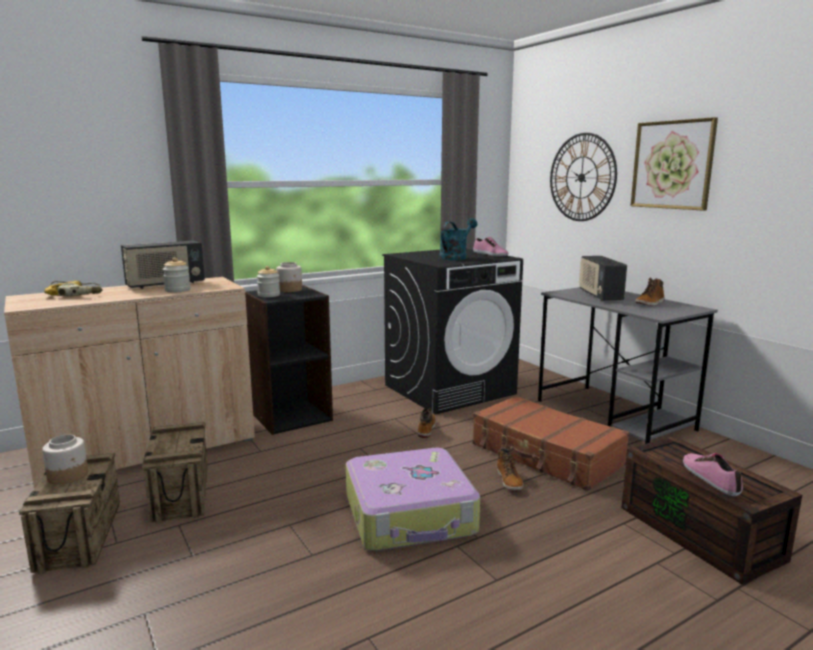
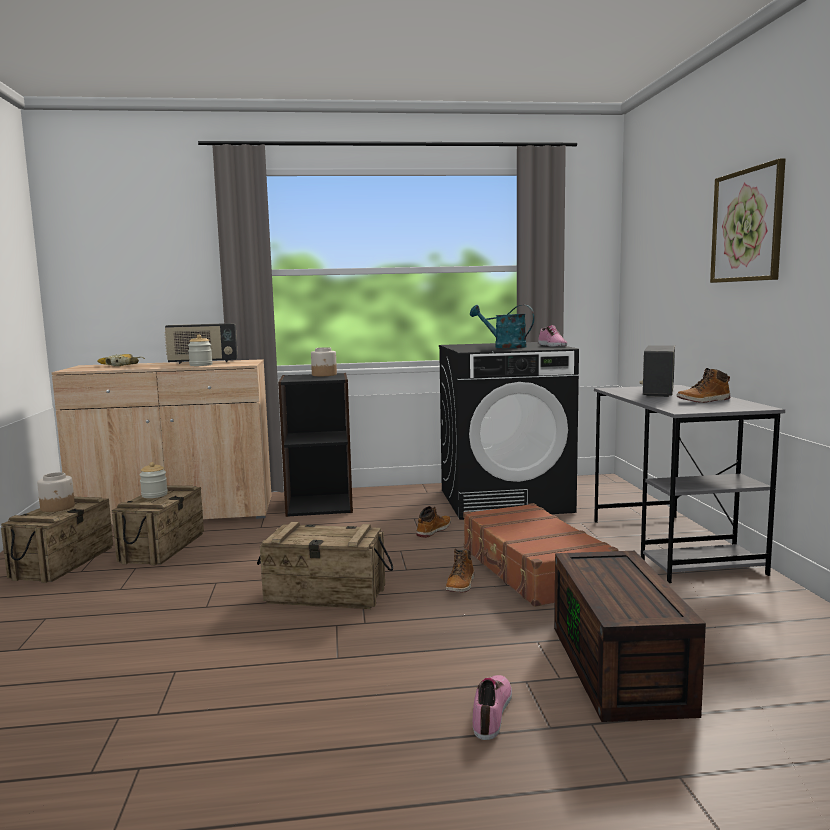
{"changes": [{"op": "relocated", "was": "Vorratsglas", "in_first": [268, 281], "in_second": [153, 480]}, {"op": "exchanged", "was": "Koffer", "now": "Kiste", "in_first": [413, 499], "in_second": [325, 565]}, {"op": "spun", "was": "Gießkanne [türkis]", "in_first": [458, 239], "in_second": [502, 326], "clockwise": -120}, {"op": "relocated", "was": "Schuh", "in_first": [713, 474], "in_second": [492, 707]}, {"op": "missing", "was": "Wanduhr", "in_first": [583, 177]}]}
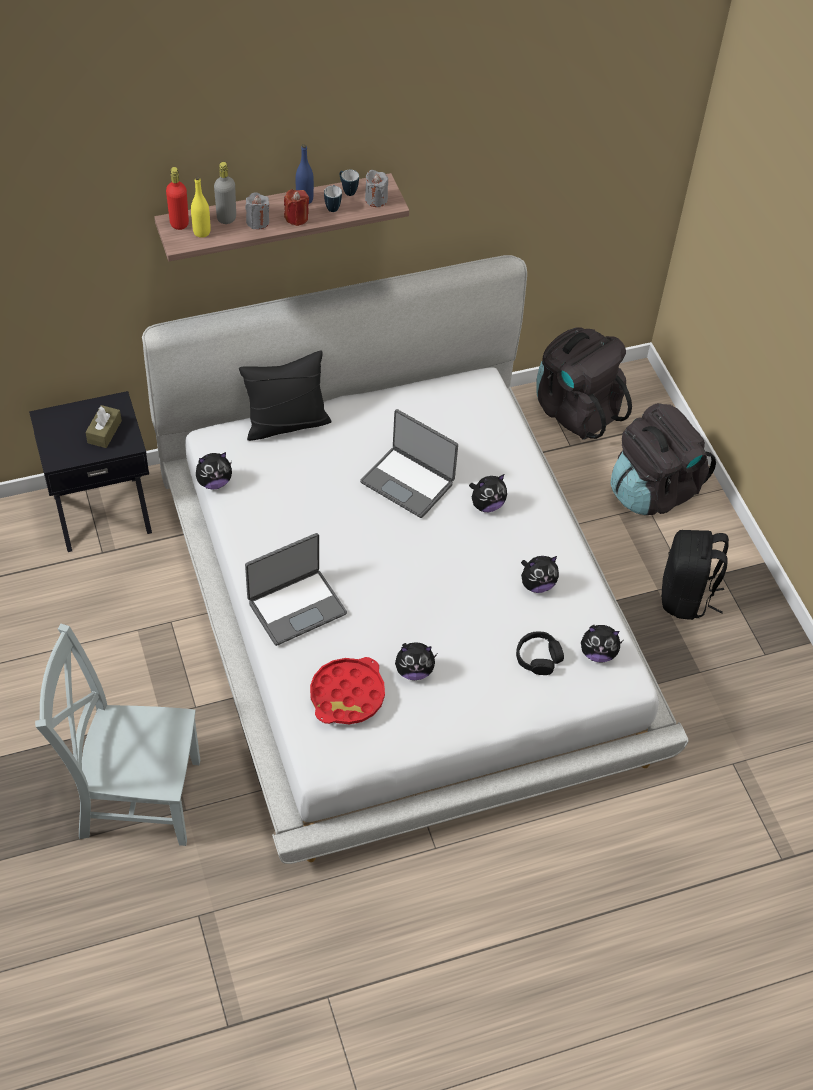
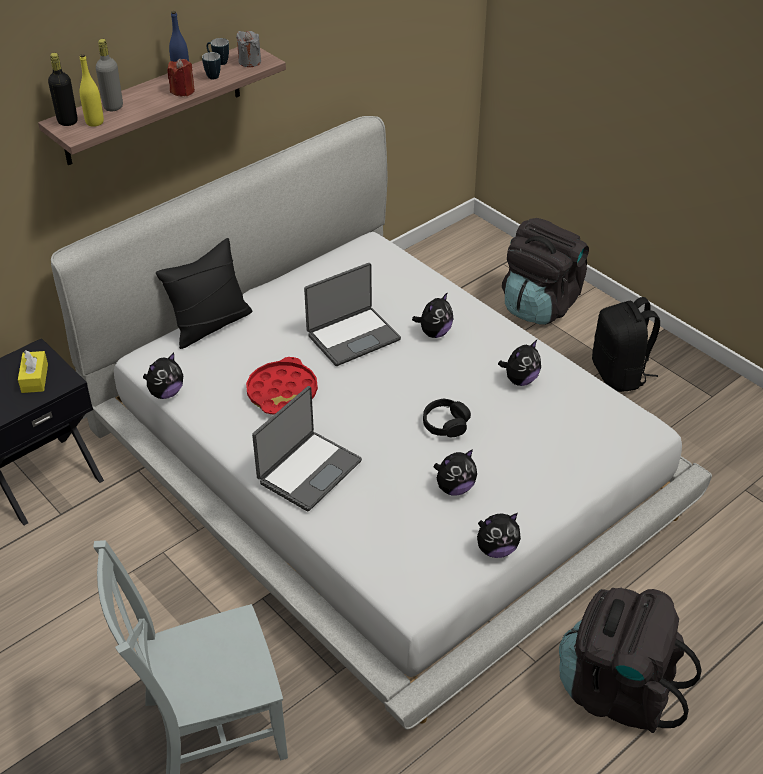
{"changes": [{"op": "colour", "was": "Taschentuchbox [braun]", "now": "Taschentuchbox [gelb]", "in_first": [104, 426], "in_second": [33, 371]}, {"op": "colour", "was": "Flasche [rot]", "now": "Flasche [schwarz]", "in_first": [177, 198], "in_second": [62, 89]}, {"op": "relocated", "was": "Tablett [rot]", "in_first": [347, 690], "in_second": [282, 385]}, {"op": "spun", "was": "Laptop", "in_first": [409, 463], "in_second": [352, 314], "clockwise": -45}, {"op": "relocated", "was": "Kopfhörer [schwarz]", "in_first": [540, 653], "in_second": [447, 418]}, {"op": "relocated", "was": "Plüschtier", "in_first": [602, 643], "in_second": [499, 535]}, {"op": "relocated", "was": "Rucksack [schwarz]", "in_first": [584, 383], "in_second": [630, 660]}, {"op": "missing", "was": "Kerze [grau]", "in_first": [257, 211]}]}
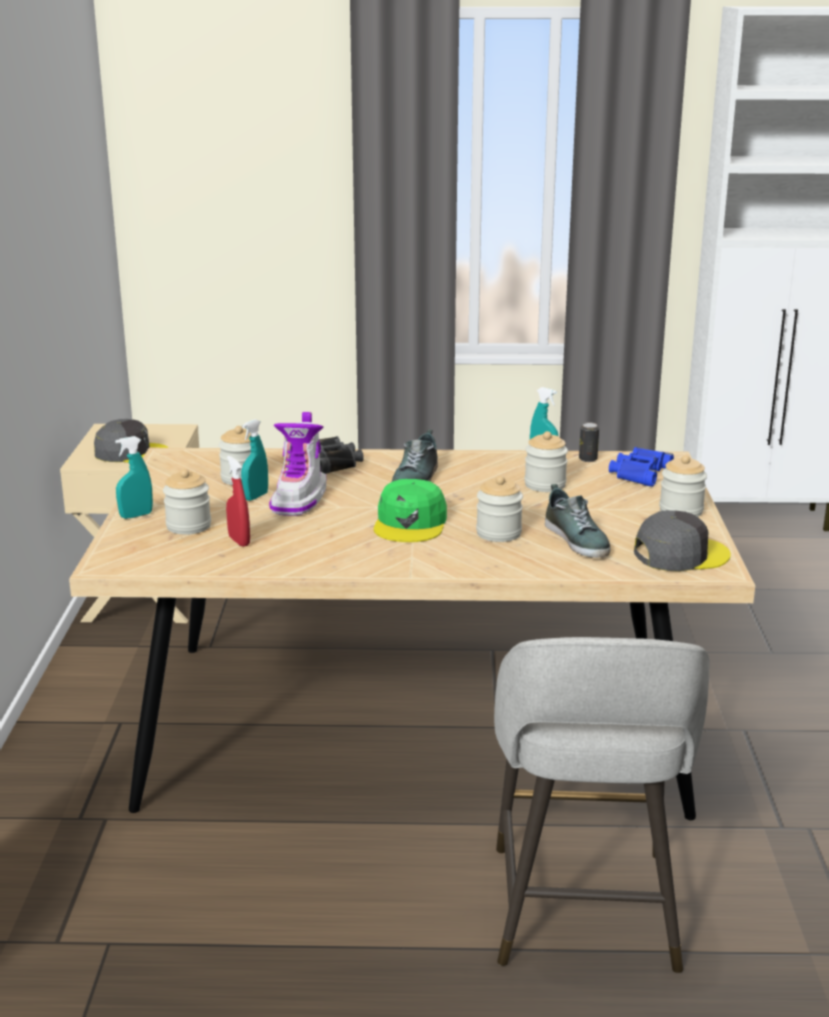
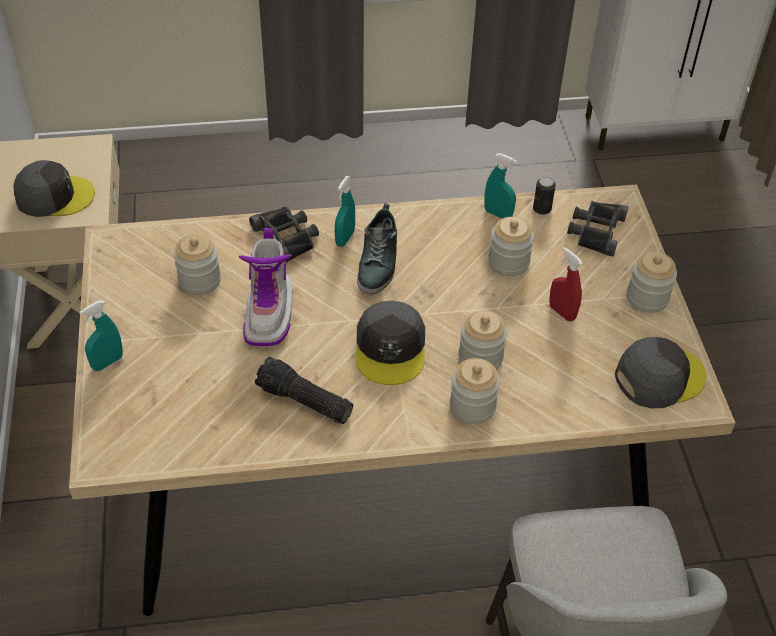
{"changes": [{"op": "appeared", "now": "Taschenlampe", "in_second": [304, 390]}, {"op": "relocated", "was": "Sprühflasche [türkis]", "in_first": [254, 460], "in_second": [345, 211]}, {"op": "colour", "was": "Kappe [grün]", "now": "Kappe [grau]", "in_first": [410, 510], "in_second": [390, 343]}, {"op": "relocated", "was": "Vorratsglas", "in_first": [187, 502], "in_second": [475, 391]}, {"op": "relocated", "was": "Sprühflasche [rot]", "in_first": [238, 501], "in_second": [566, 284]}, {"op": "colour", "was": "Fernglas [blau]", "now": "Fernglas [schwarz]", "in_first": [641, 467], "in_second": [597, 229]}, {"op": "missing", "was": "Schuh", "in_first": [578, 521]}]}
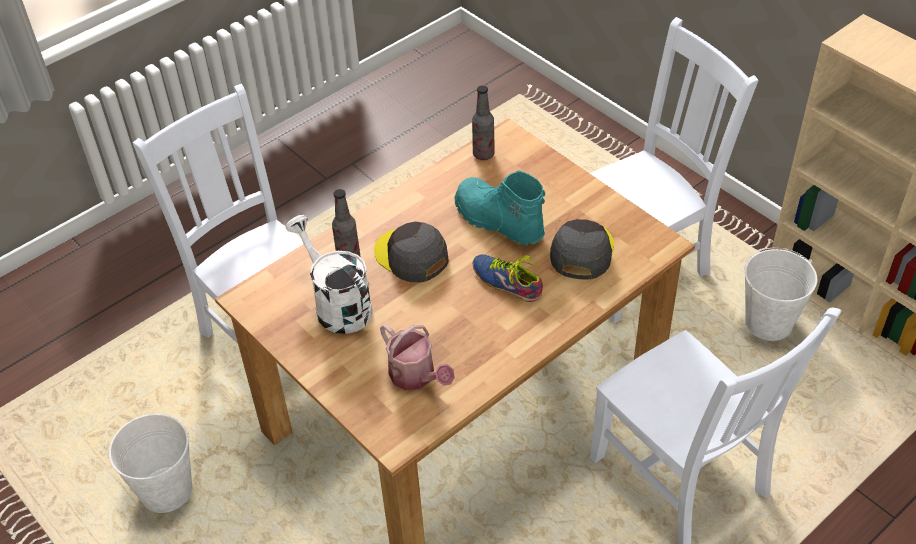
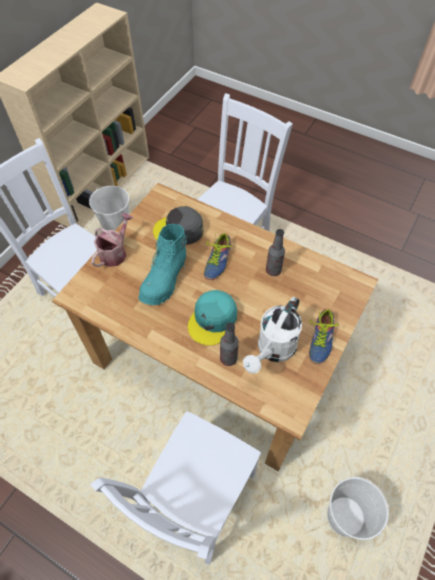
{"changes": [{"op": "relocated", "was": "Gießkanne", "in_first": [417, 357], "in_second": [112, 240]}, {"op": "colour", "was": "Kappe [grau]", "now": "Kappe [türkis]", "in_first": [411, 252], "in_second": [212, 318]}, {"op": "relocated", "was": "Flasche", "in_first": [483, 122], "in_second": [275, 252]}, {"op": "appeared", "now": "Schuh", "in_second": [324, 336]}]}
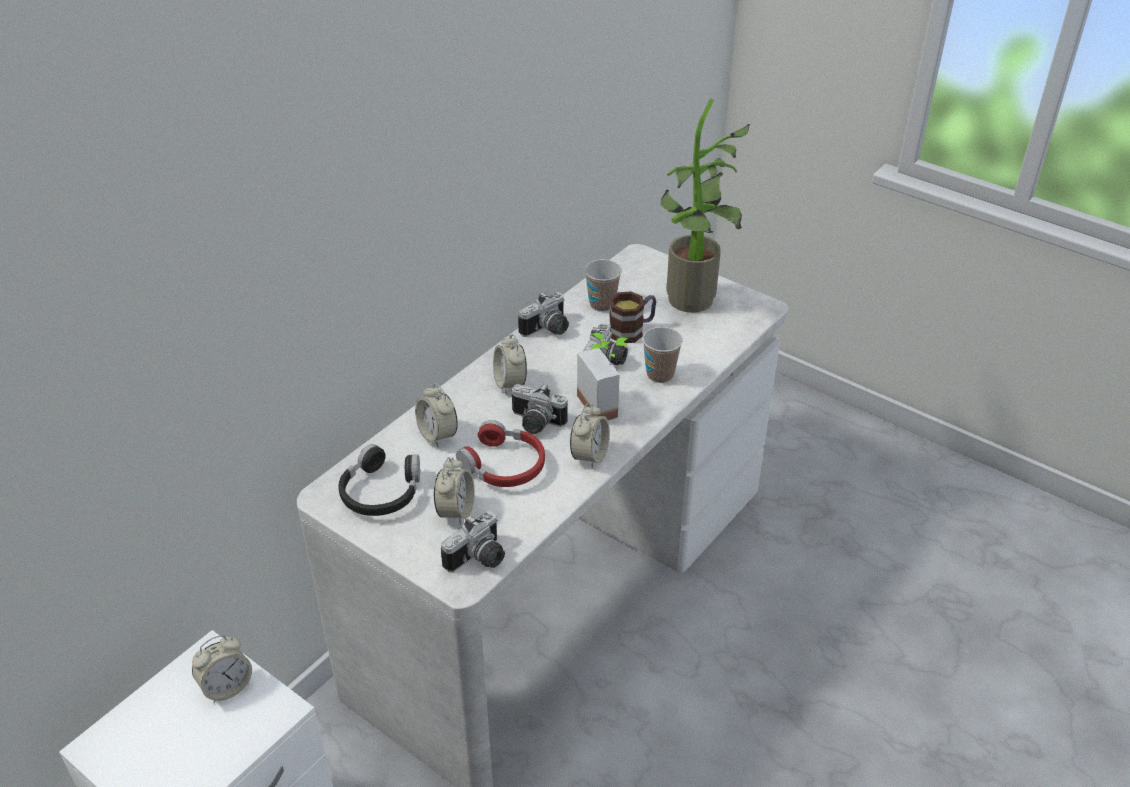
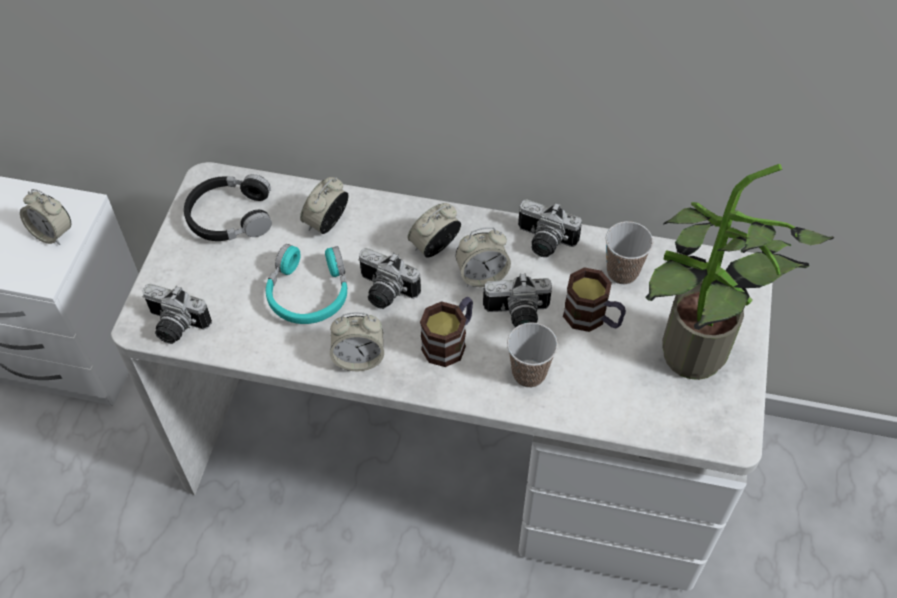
{"changes": [{"op": "colour", "was": "Kopfhörer [rot]", "now": "Kopfhörer [türkis]", "in_first": [500, 453], "in_second": [307, 284]}, {"op": "spun", "was": "Kamera", "in_first": [539, 409], "in_second": [389, 278], "clockwise": -60}, {"op": "exchanged", "was": "Topfpflanze", "now": "Henkelbecher", "in_first": [602, 376], "in_second": [446, 332]}, {"op": "relocated", "was": "Wecker", "in_first": [454, 491], "in_second": [483, 257]}]}
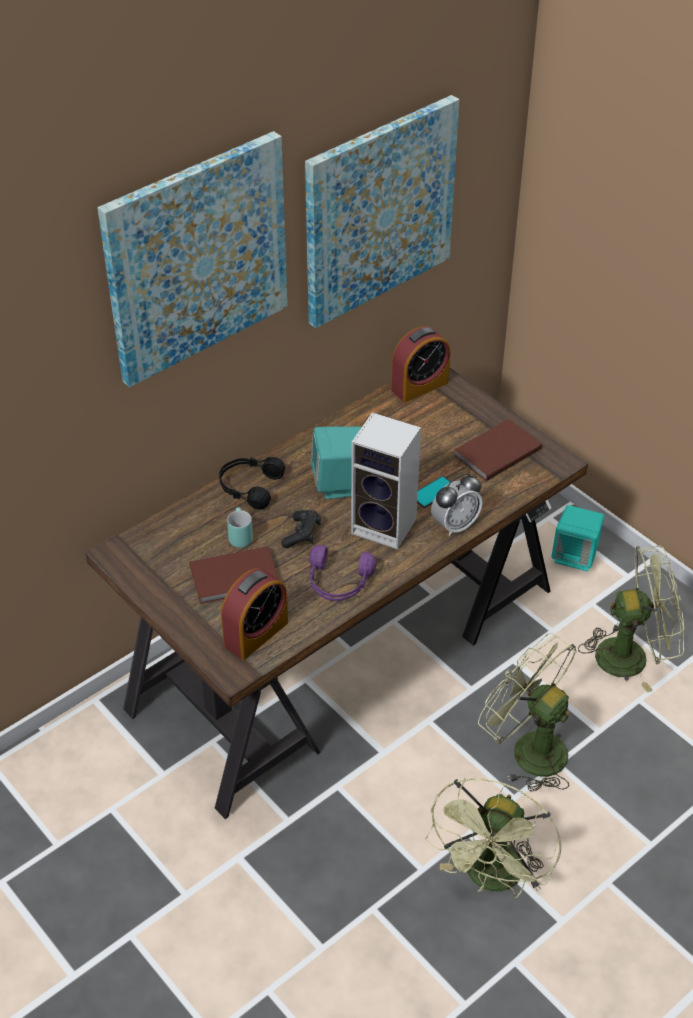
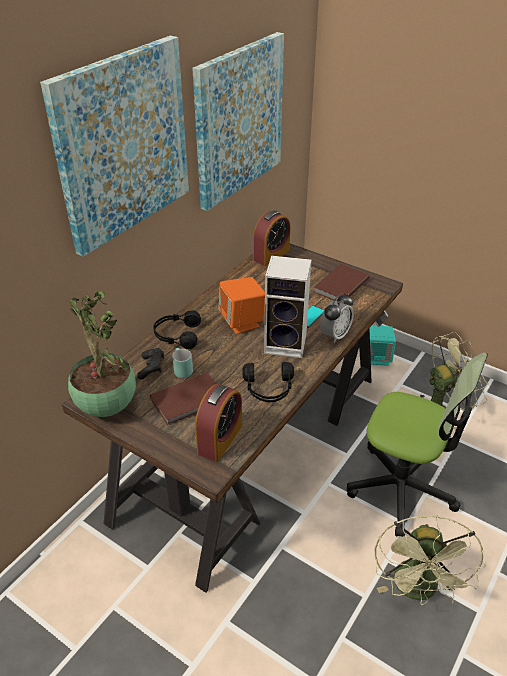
{"changes": [{"op": "appeared", "now": "Topfpflanze", "in_second": [102, 354]}, {"op": "relocated", "was": "Gamepad [schwarz]", "in_first": [301, 529], "in_second": [150, 364]}, {"op": "colour", "was": "Lautsprecher [türkis]", "now": "Lautsprecher [orange]", "in_first": [336, 462], "in_second": [242, 305]}, {"op": "colour", "was": "Kopfhörer [lila]", "now": "Kopfhörer [schwarz]", "in_first": [343, 573], "in_second": [268, 382]}, {"op": "exchanged", "was": "Ventilator [grün]", "now": "Bürostuhl", "in_first": [527, 712], "in_second": [417, 445]}]}
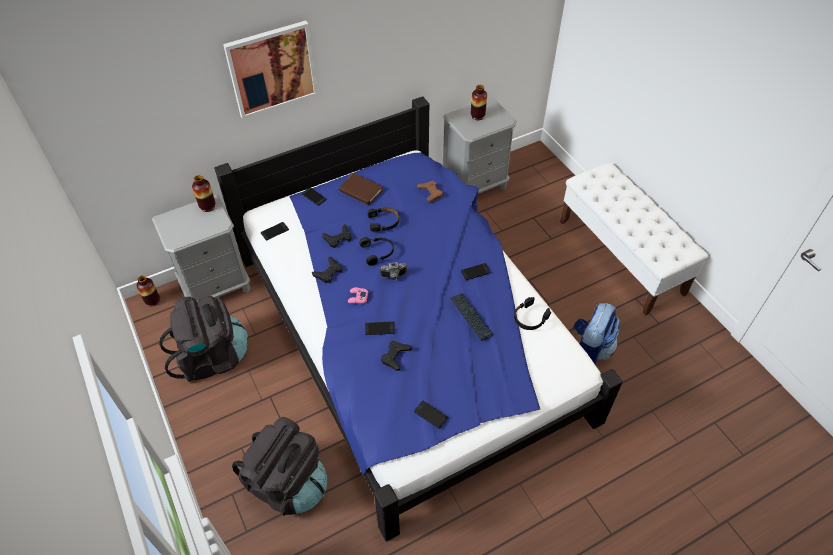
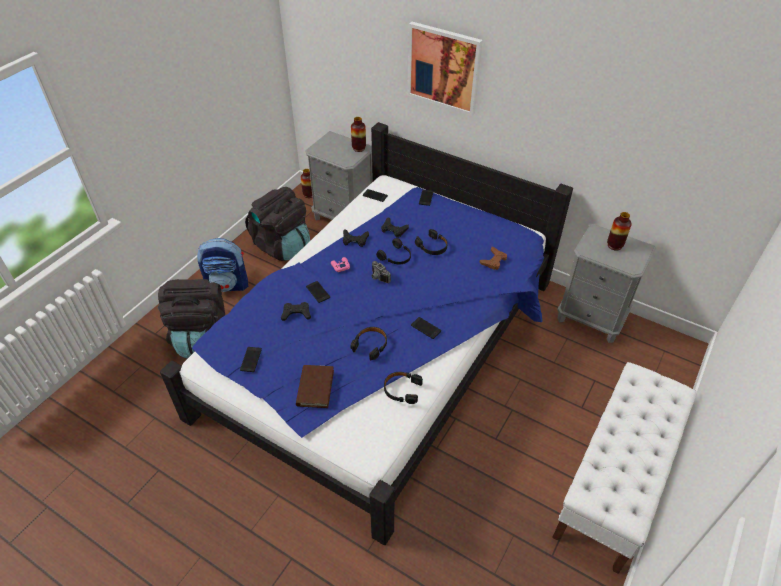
{"changes": [{"op": "relocated", "was": "Rucksack", "in_first": [596, 334], "in_second": [222, 265]}, {"op": "relocated", "was": "Buch [braun]", "in_first": [361, 189], "in_second": [315, 386]}, {"op": "exchanged", "was": "Tastatur", "now": "Kopfhörer [schwarz]", "in_first": [472, 317], "in_second": [368, 343]}]}
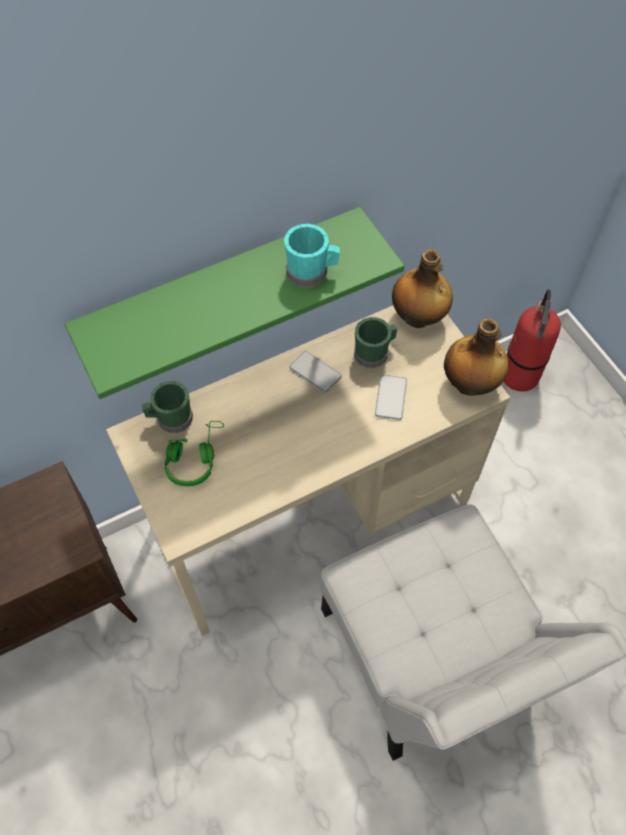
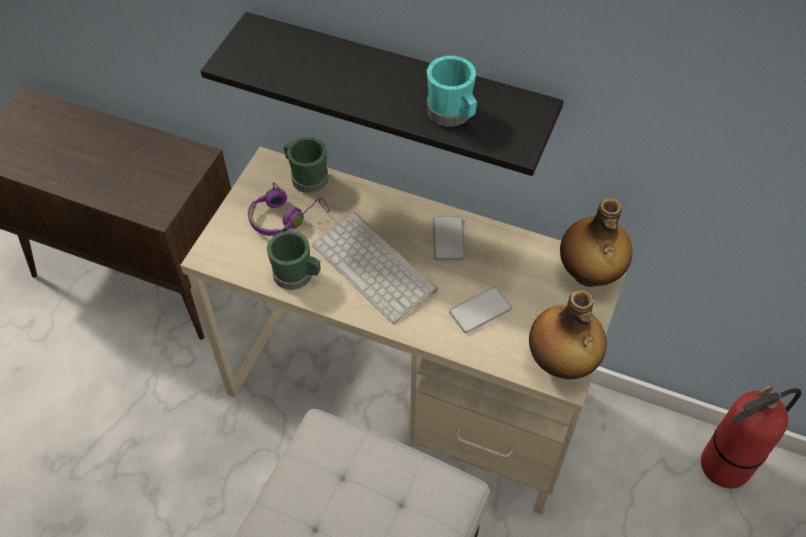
{"changes": [{"op": "colour", "was": "Wandregal [grün]", "now": "Wandregal [schwarz]", "in_first": [235, 303], "in_second": [382, 94]}, {"op": "colour", "was": "Kopfhörer [grün]", "now": "Kopfhörer [lila]", "in_first": [194, 453], "in_second": [288, 209]}, {"op": "relocated", "was": "Henkelbecher [grün]", "in_first": [375, 342], "in_second": [293, 260]}, {"op": "appeared", "now": "Tastatur", "in_second": [375, 268]}]}
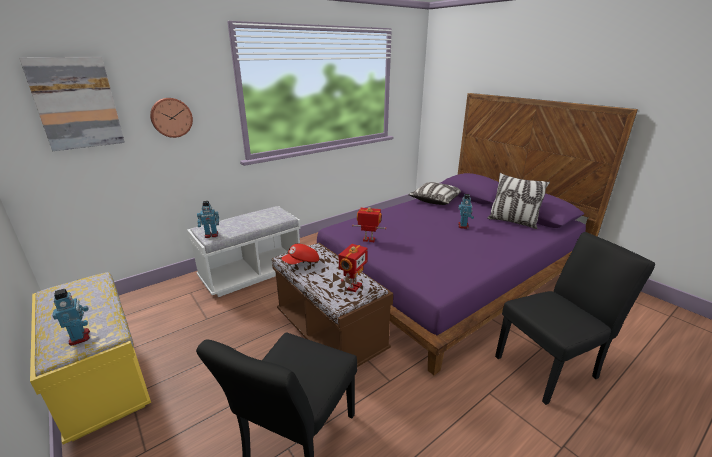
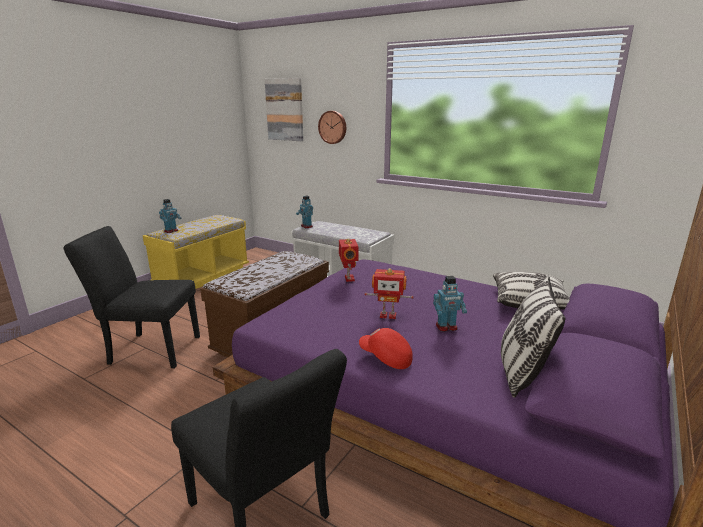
{"changes": [{"op": "relocated", "was": "Kappe [rot]", "in_first": [300, 254], "in_second": [386, 348]}, {"op": "relocated", "was": "Spielzeugroboter", "in_first": [353, 268], "in_second": [389, 293]}]}
